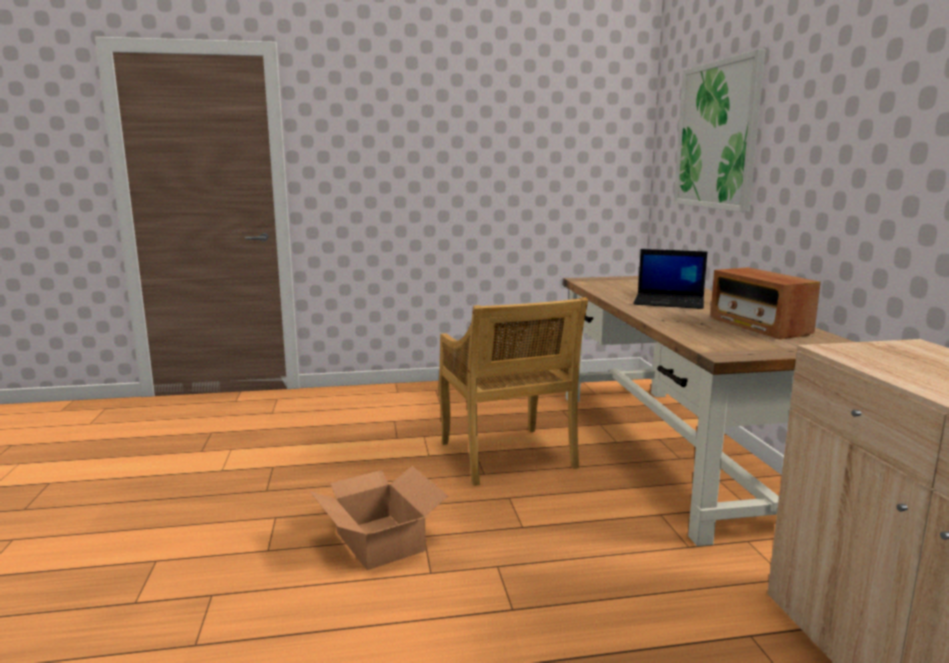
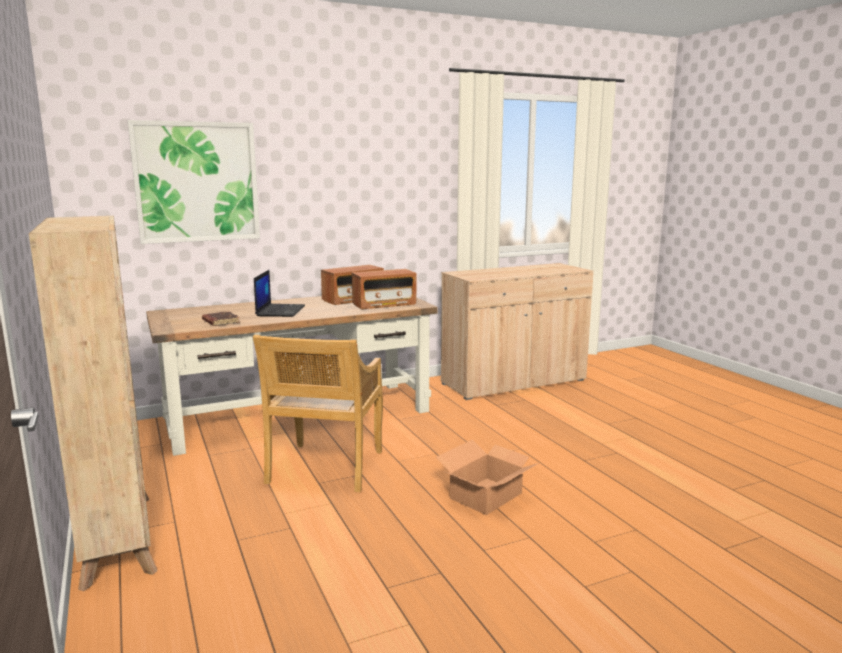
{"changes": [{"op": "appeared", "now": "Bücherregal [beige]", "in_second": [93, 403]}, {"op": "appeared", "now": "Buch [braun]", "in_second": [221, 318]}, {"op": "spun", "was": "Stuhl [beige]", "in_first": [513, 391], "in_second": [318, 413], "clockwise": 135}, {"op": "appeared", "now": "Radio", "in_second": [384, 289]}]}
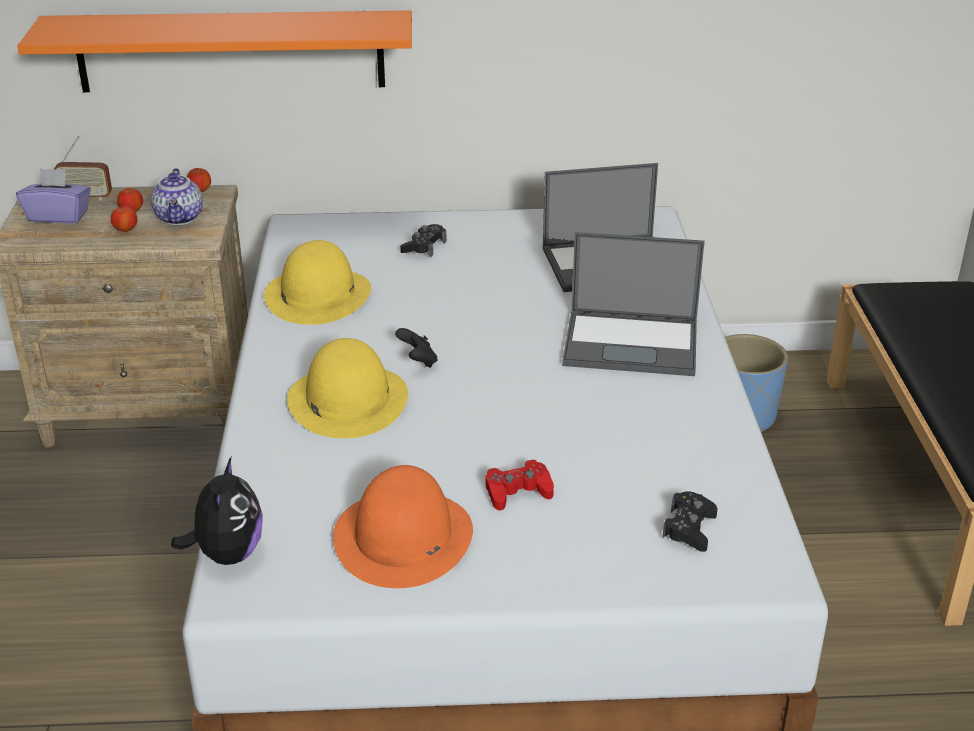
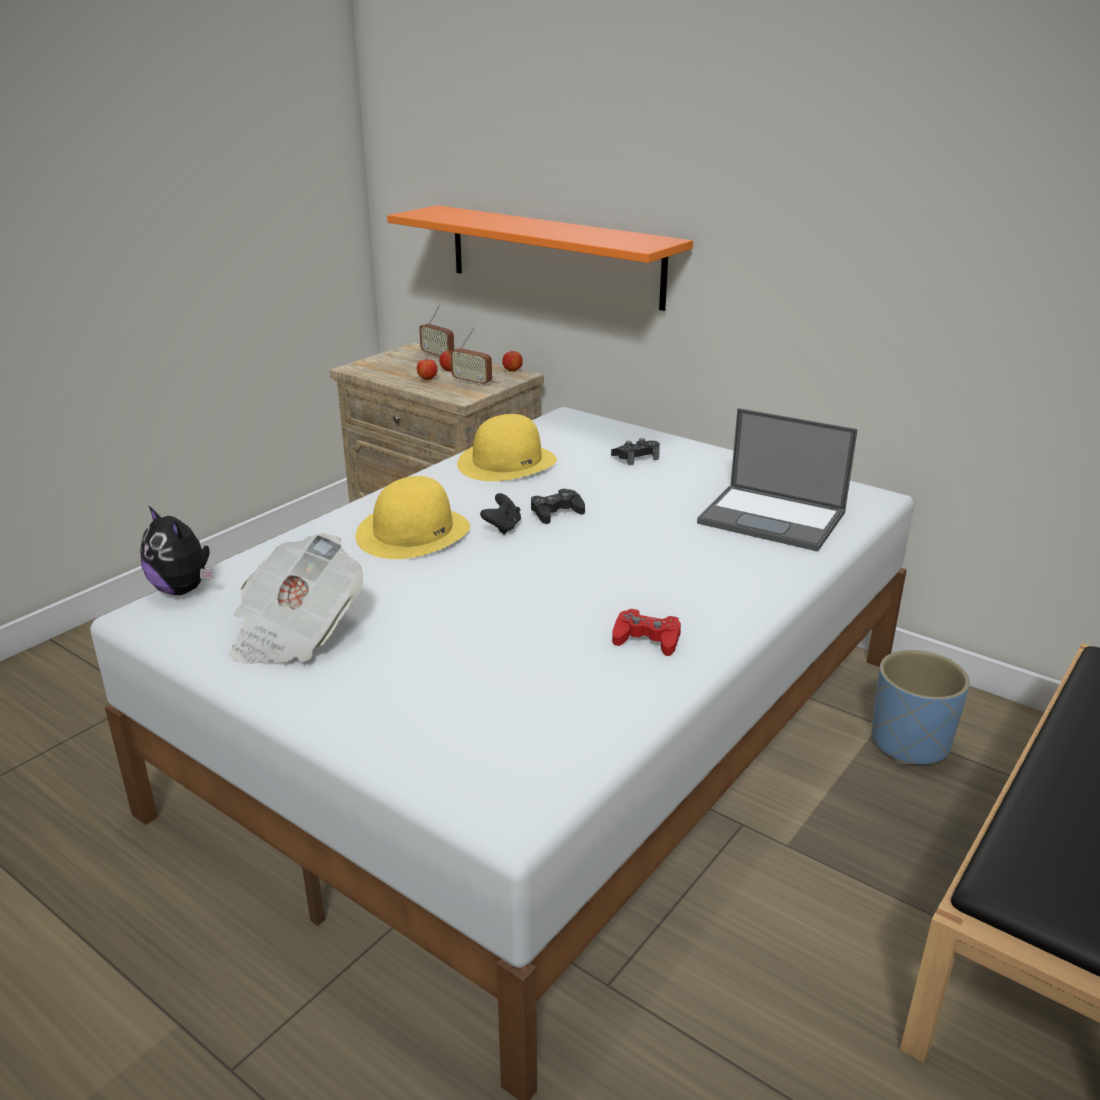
{"changes": [{"op": "spun", "was": "Plüschtier", "in_first": [217, 511], "in_second": [177, 550], "clockwise": 90}, {"op": "exchanged", "was": "Hut [orange]", "now": "Zeitung", "in_first": [403, 526], "in_second": [296, 598]}, {"op": "exchanged", "was": "Teekanne", "now": "Radio", "in_first": [177, 196], "in_second": [471, 356]}, {"op": "relocated", "was": "Gamepad [schwarz]", "in_first": [690, 521], "in_second": [558, 506]}, {"op": "relocated", "was": "Gamepad [rot]", "in_first": [520, 485], "in_second": [646, 632]}, {"op": "missing", "was": "Taschentuchbox [lila]", "in_first": [53, 196]}, {"op": "missing", "was": "Laptop", "in_first": [633, 304]}]}
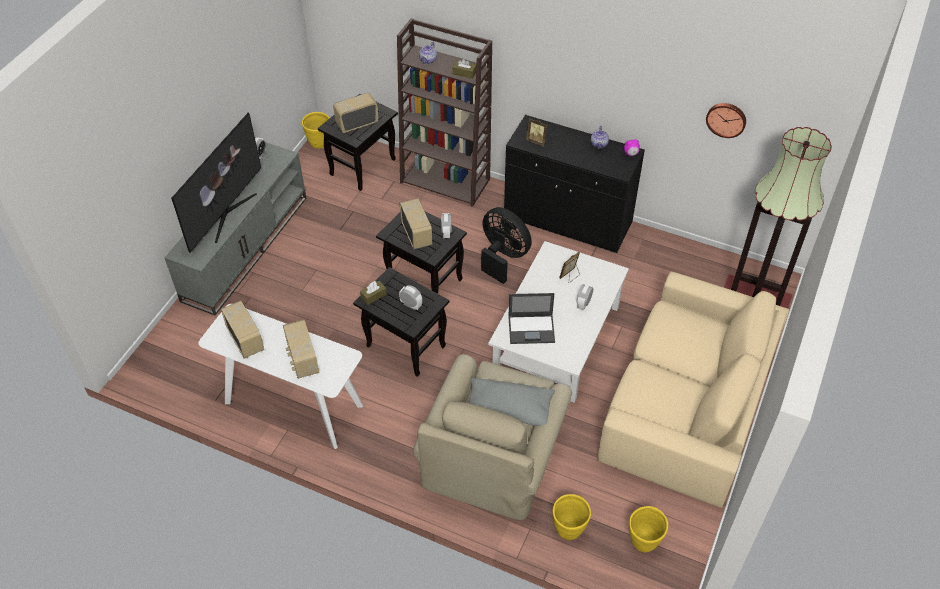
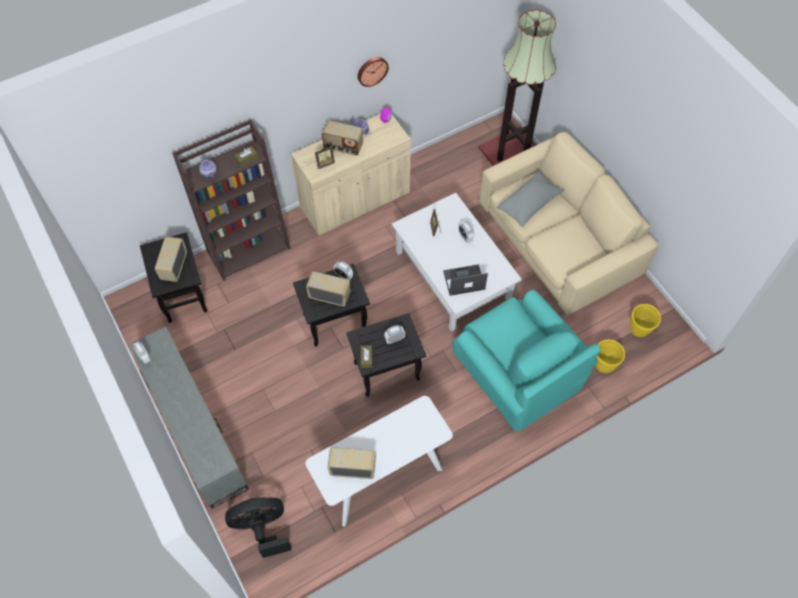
{"changes": [{"op": "relocated", "was": "Ventilator [schwarz]", "in_first": [506, 245], "in_second": [258, 527]}, {"op": "colour", "was": "Schrank [schwarz]", "now": "Schrank [beige]", "in_first": [574, 184], "in_second": [351, 174]}, {"op": "relocated", "was": "Radio", "in_first": [301, 349], "in_second": [342, 138]}, {"op": "relocated", "was": "Wanduhr", "in_first": [726, 120], "in_second": [373, 72]}, {"op": "spun", "was": "Laptop", "in_first": [531, 318], "in_second": [465, 280], "clockwise": -135}, {"op": "colour", "was": "Sessel [beige]", "now": "Sessel [türkis]", "in_first": [492, 437], "in_second": [526, 360]}, {"op": "relocated", "was": "Kissen [grau]", "in_first": [512, 402], "in_second": [530, 199]}, {"op": "missing", "was": "Fernseher", "in_first": [216, 183]}, {"op": "missing", "was": "Pflanzkübel [gelb]", "in_first": [316, 130]}]}
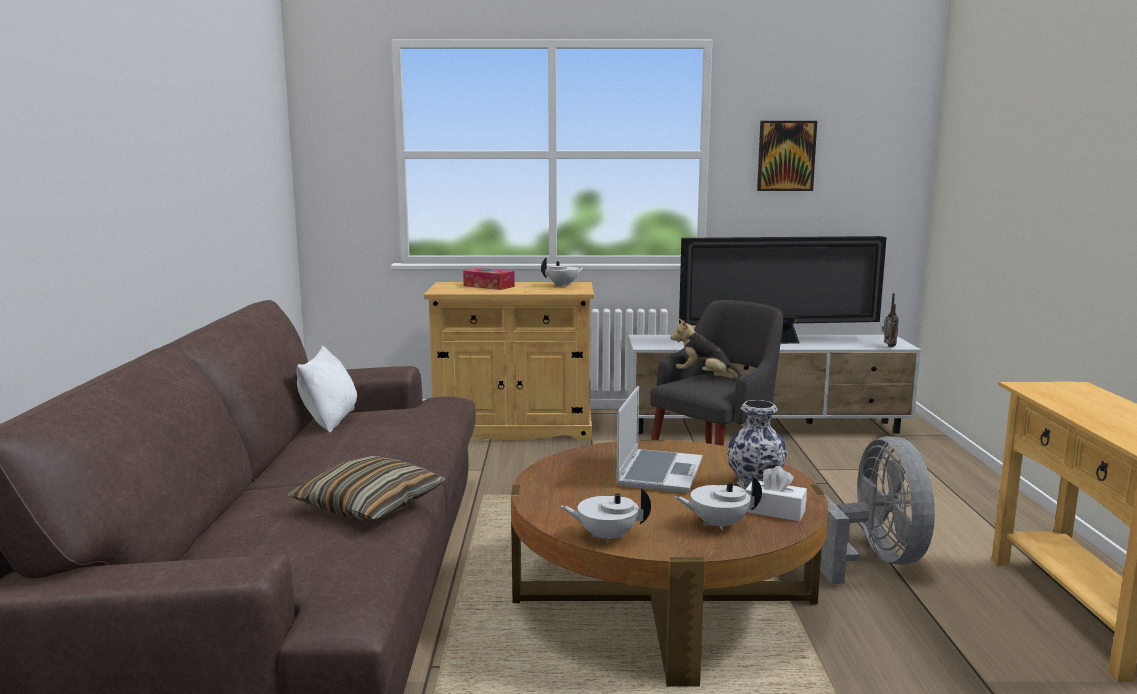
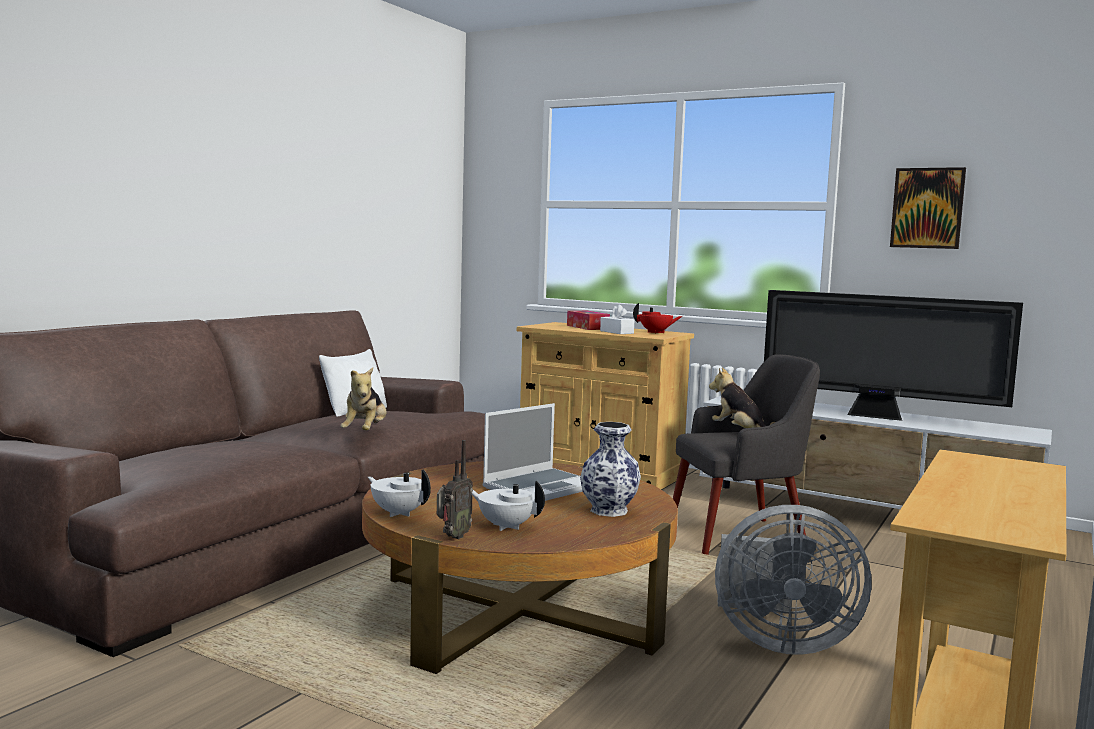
{"changes": [{"op": "appeared", "now": "Plüschtier", "in_second": [363, 398]}, {"op": "relocated", "was": "Radio", "in_first": [890, 320], "in_second": [455, 489]}, {"op": "relocated", "was": "Taschentuchbox [weiß]", "in_first": [776, 494], "in_second": [617, 319]}, {"op": "colour", "was": "Teekanne [weiß]", "now": "Teekanne [rot]", "in_first": [563, 272], "in_second": [658, 318]}, {"op": "spun", "was": "Ventilator [grau]", "in_first": [877, 510], "in_second": [793, 580], "clockwise": 75}, {"op": "missing", "was": "Kissen", "in_first": [366, 488]}]}
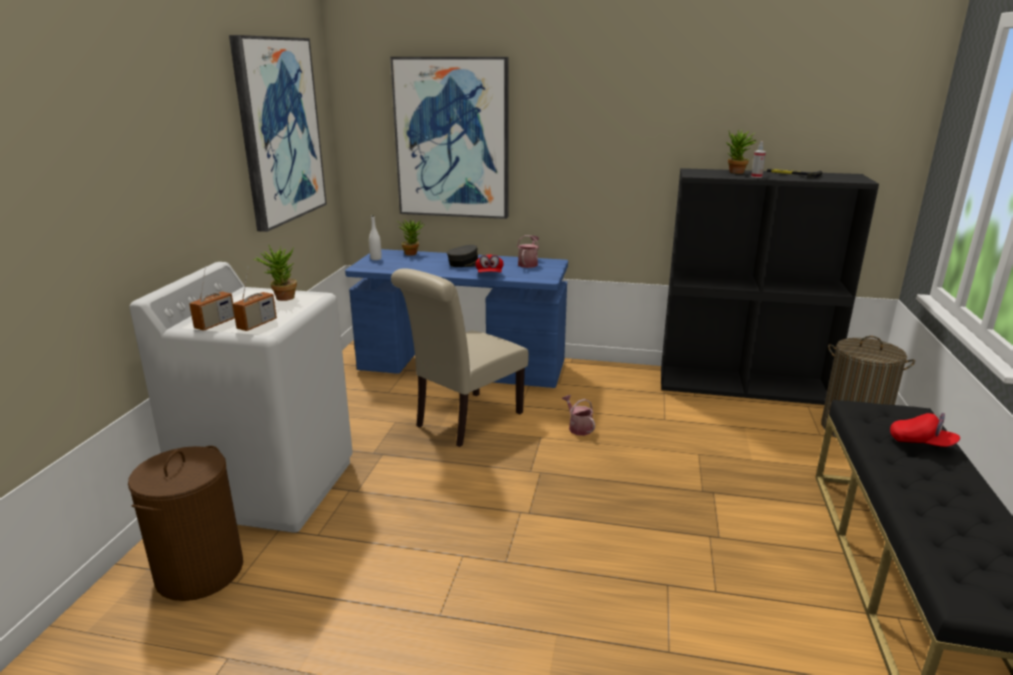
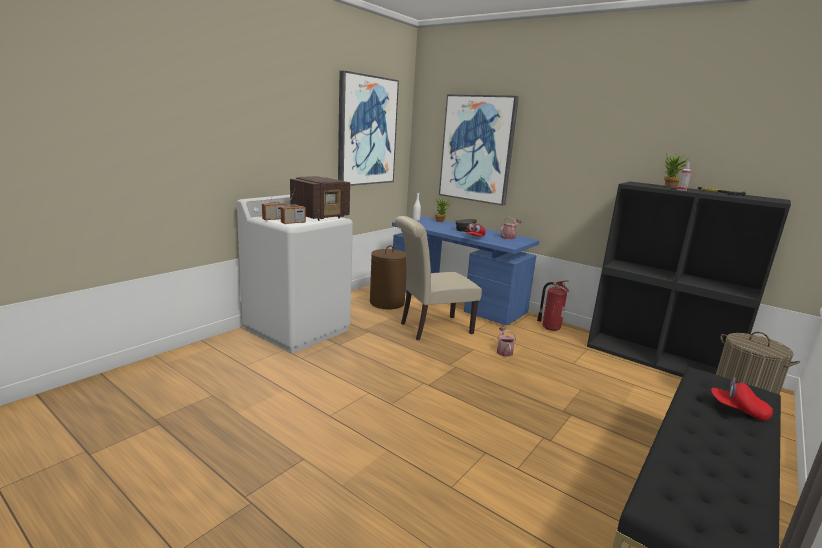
{"changes": [{"op": "exchanged", "was": "Topfpflanze", "now": "Radio", "in_first": [275, 272], "in_second": [320, 198]}, {"op": "relocated", "was": "Wäschekorb [braun]", "in_first": [185, 523], "in_second": [388, 277]}, {"op": "appeared", "now": "Feuerlöscher", "in_second": [553, 306]}, {"op": "spun", "was": "Kappe [rot]", "in_first": [925, 430], "in_second": [742, 399], "clockwise": 150}]}
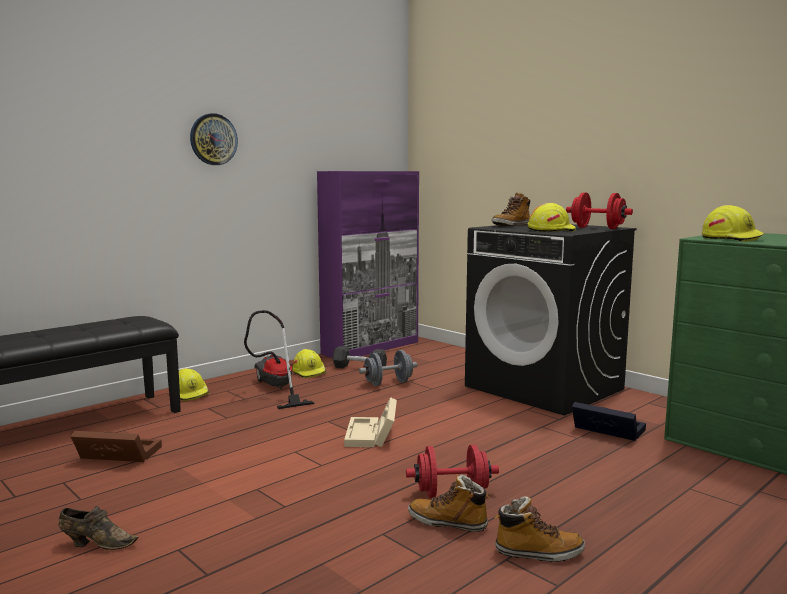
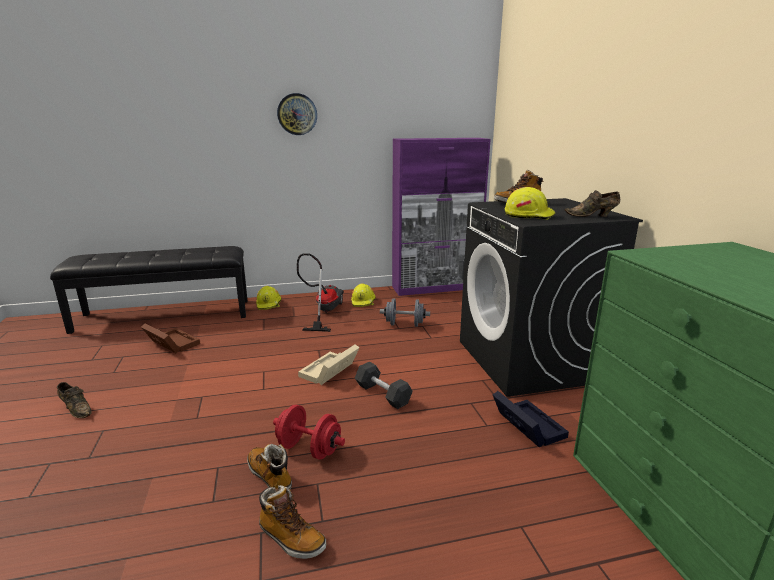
{"changes": [{"op": "relocated", "was": "Hantel [schwarz]", "in_first": [359, 357], "in_second": [384, 385]}, {"op": "exchanged", "was": "Hantel [rot]", "now": "Schuh [braun]", "in_first": [599, 210], "in_second": [592, 203]}, {"op": "missing", "was": "Schutzhelm [gelb]", "in_first": [733, 223]}]}
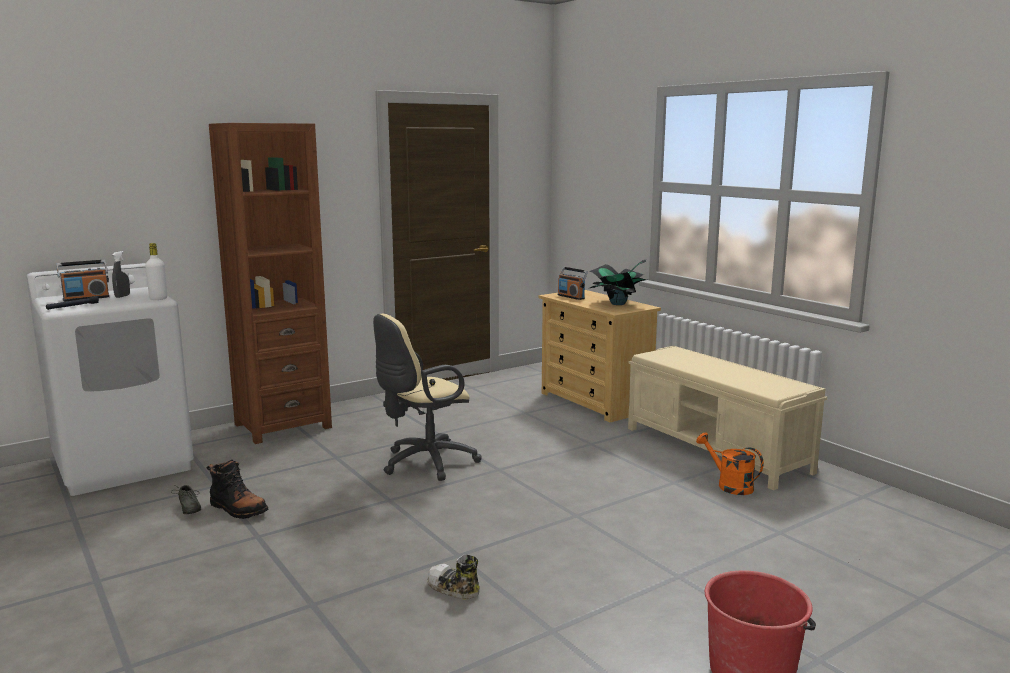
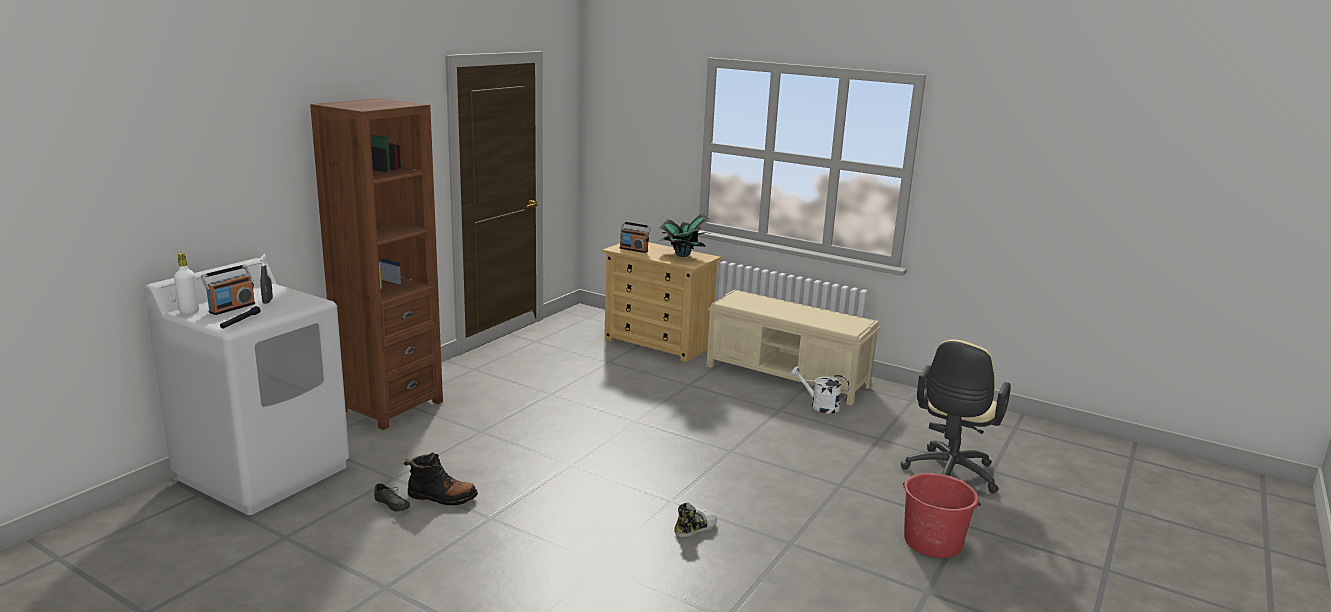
{"changes": [{"op": "relocated", "was": "Flasche [weiß]", "in_first": [156, 271], "in_second": [186, 283]}, {"op": "spun", "was": "Schuh", "in_first": [453, 577], "in_second": [695, 519], "clockwise": 135}, {"op": "colour", "was": "Gießkanne [orange]", "now": "Gießkanne [weiß]", "in_first": [730, 463], "in_second": [819, 390]}, {"op": "relocated", "was": "Bürostuhl [beige]", "in_first": [427, 397], "in_second": [956, 416]}]}
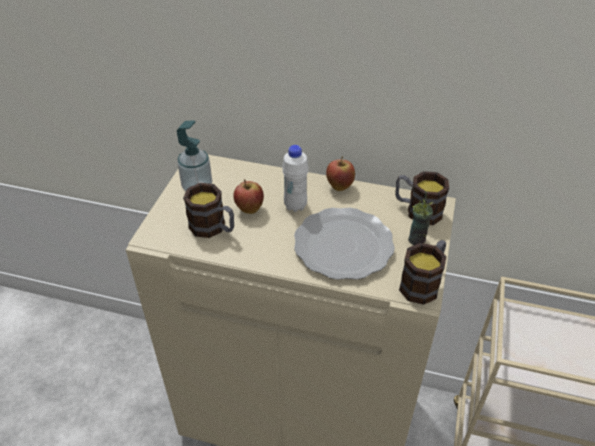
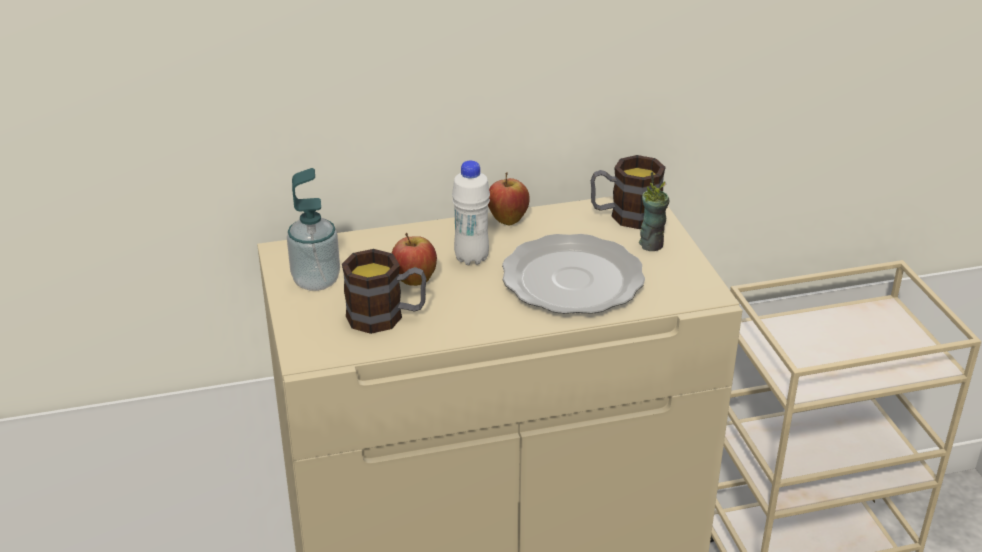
{"changes": [{"op": "missing", "was": "Henkelbecher", "in_first": [423, 272]}]}
